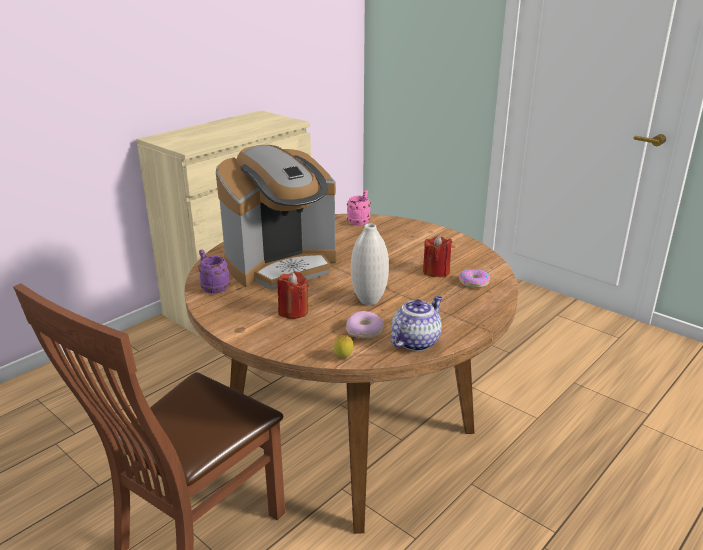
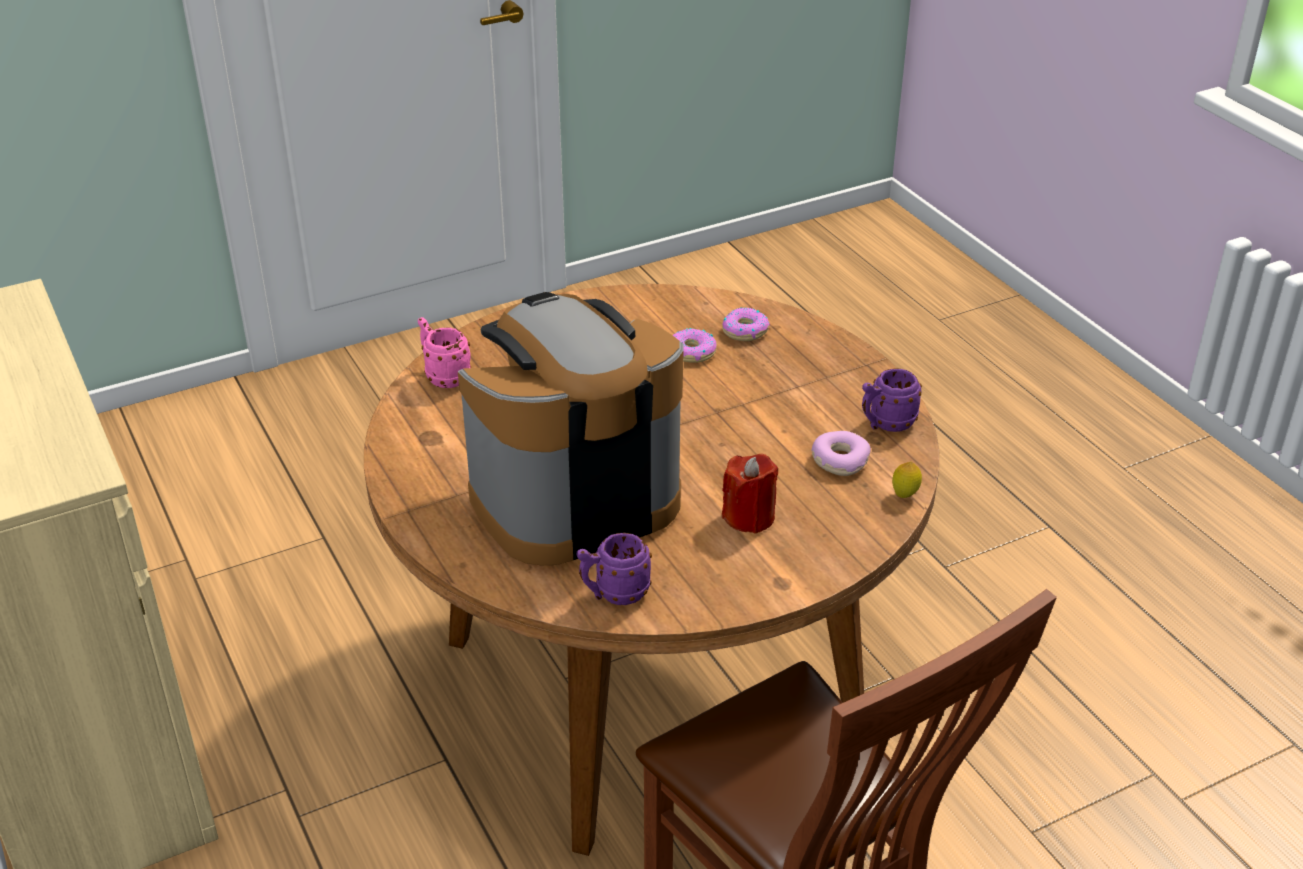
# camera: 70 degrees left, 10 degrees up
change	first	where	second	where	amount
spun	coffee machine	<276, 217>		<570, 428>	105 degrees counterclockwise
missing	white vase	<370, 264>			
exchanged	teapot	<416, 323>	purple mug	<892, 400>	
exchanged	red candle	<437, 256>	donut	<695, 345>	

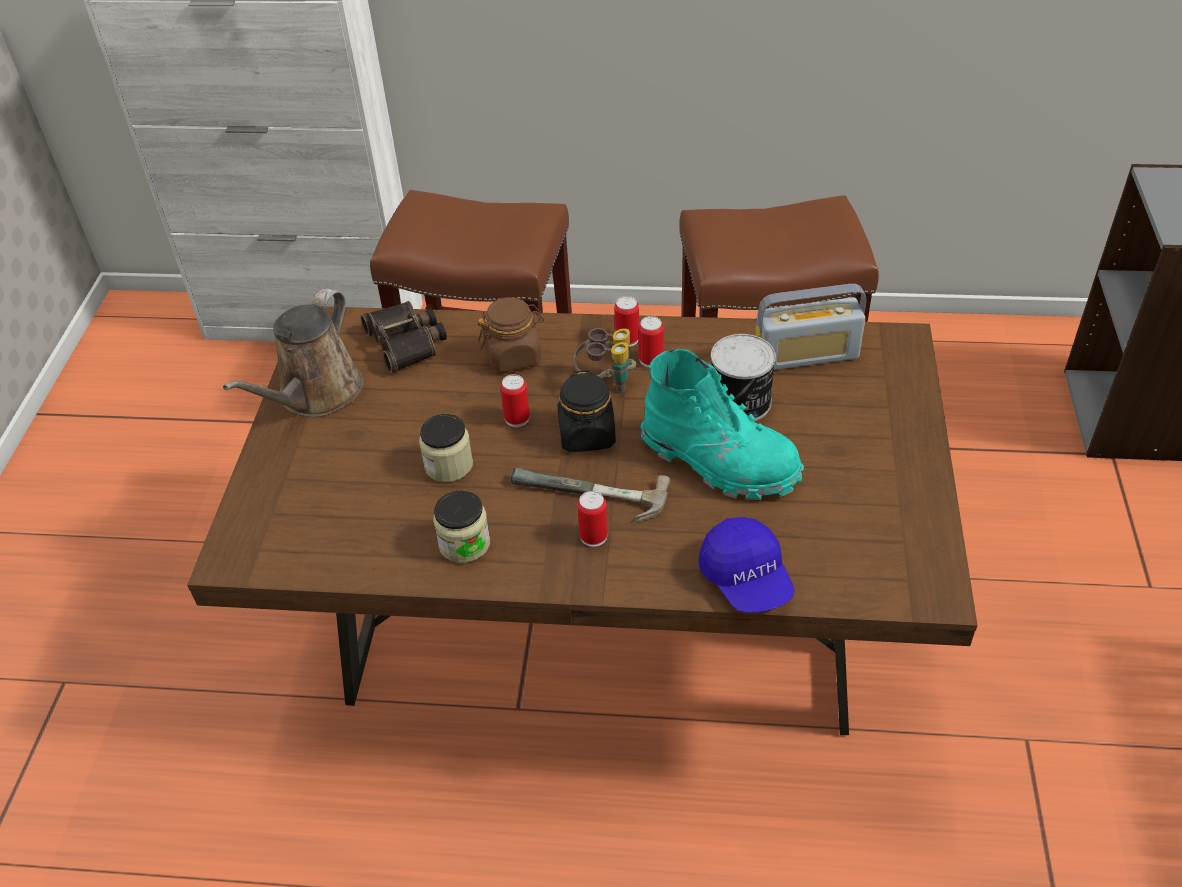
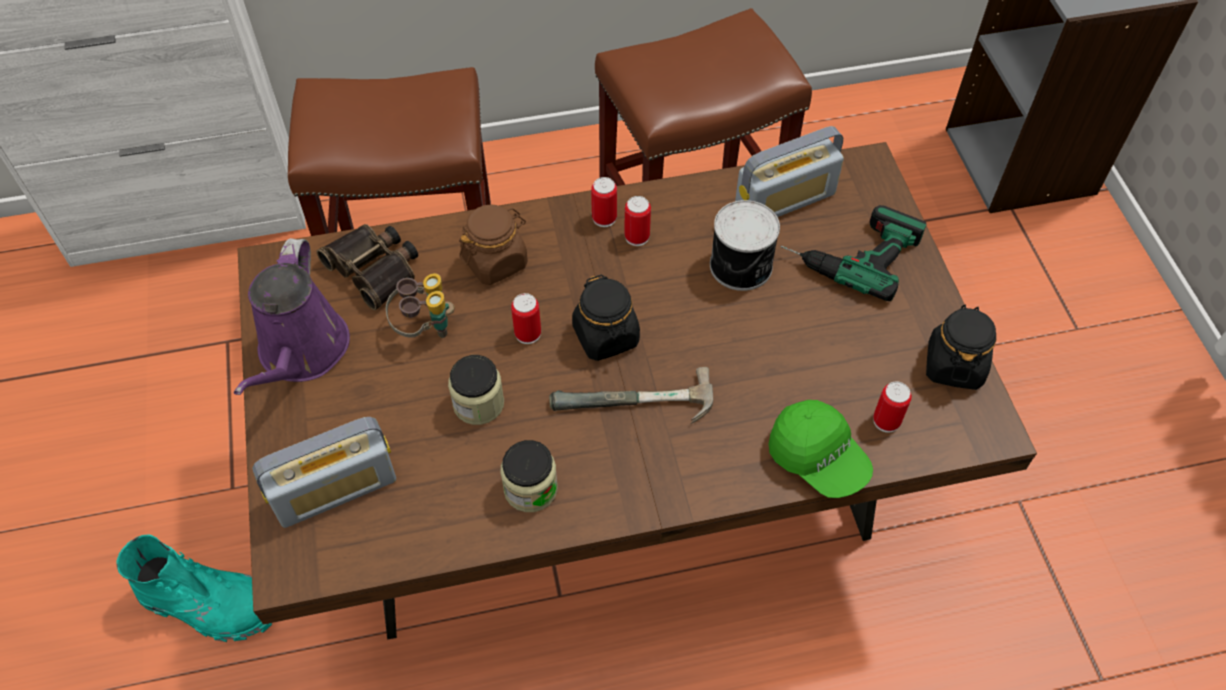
# camera: 20 degrees left, 10 degrees up
change	first	where	second	where	amount
colour	brown watering can	<293, 353>	purple watering can	<292, 316>	
relocated	binoculars	<605, 360>		<420, 305>	
relocated	can	<592, 519>		<892, 407>	
relocated	turquoise boot	<722, 424>		<195, 588>	
colour	blue cap	<746, 565>	green cap	<821, 449>	
appeared			radio	<324, 472>	
appeared			power drill	<853, 253>	
appeared			black jar	<961, 347>	

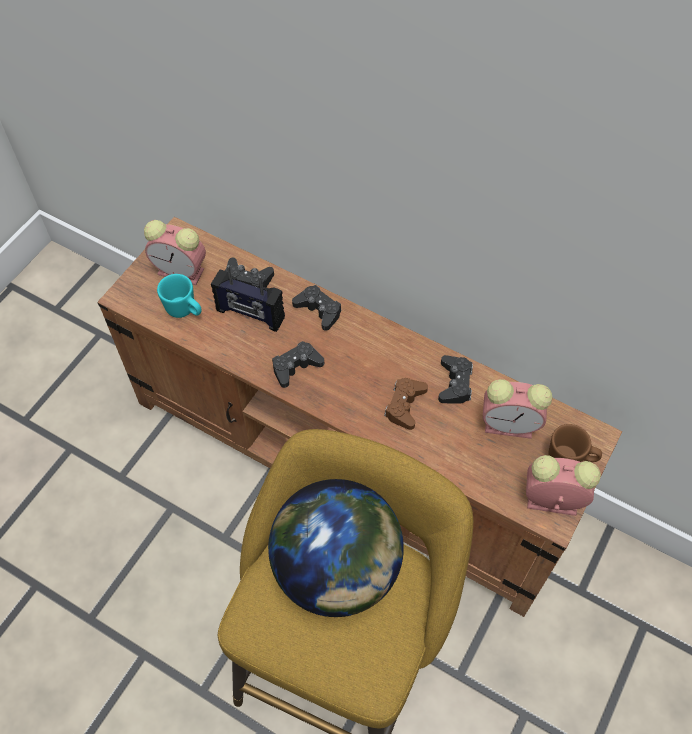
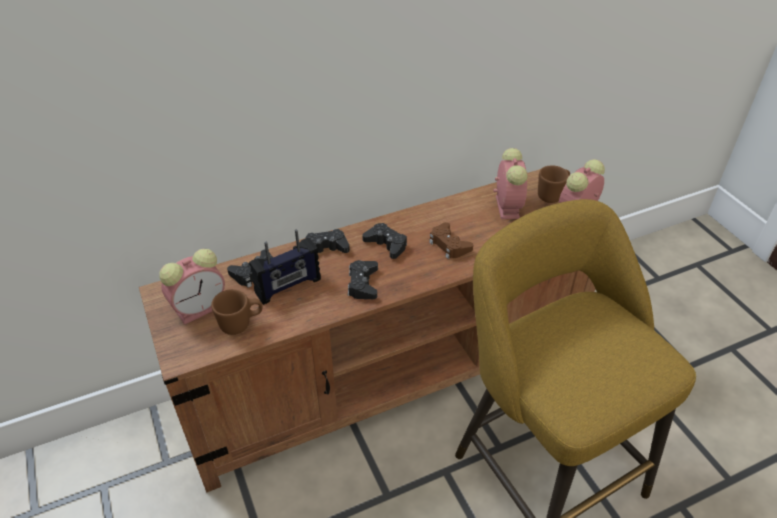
# camera: 55 degrees left, 15 degrees down
change	first	where	second	where	amount
colour	turquoise mug	<179, 296>	brown mug	<237, 312>	
missing	globe	<336, 548>			
relocated	black game controller	<455, 379>		<384, 241>	
spun	alarm clock	<517, 409>		<510, 183>	45 degrees counterclockwise

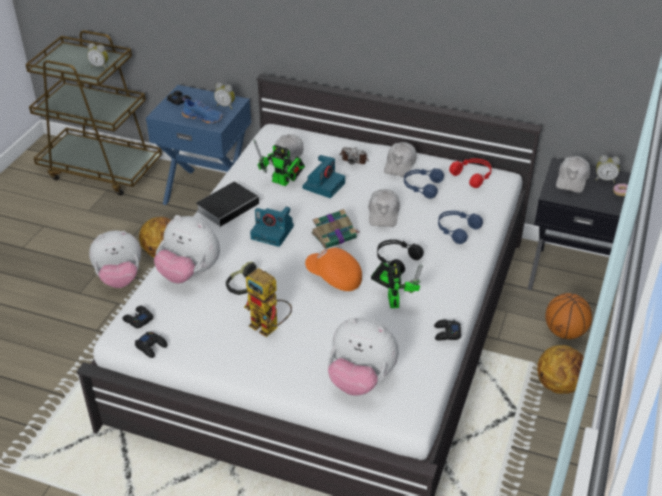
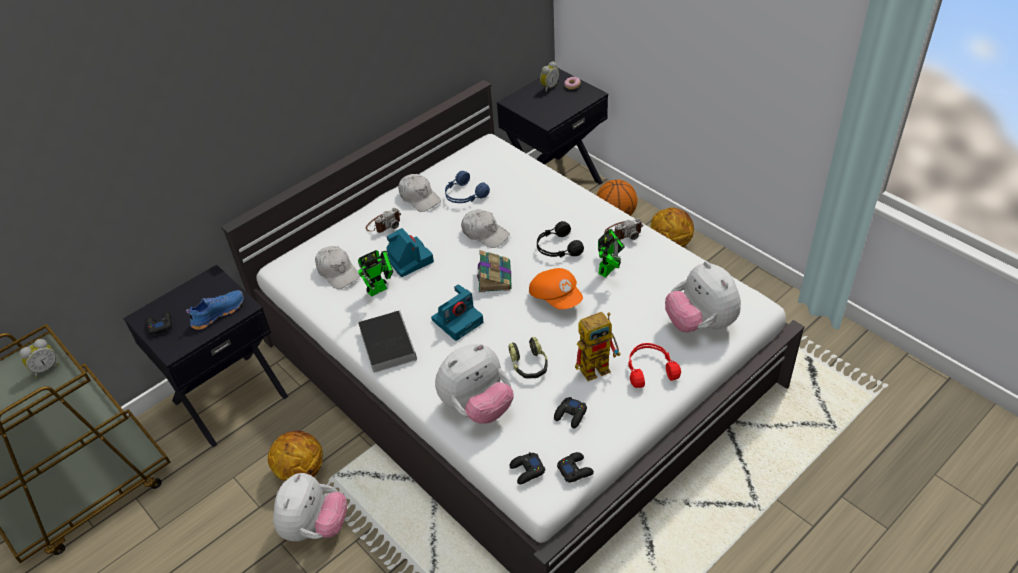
# camera: 60 degrees left, 5 degrees up
change	first	where	second	where	amount
colour	blue nightstand	<198, 145>	black nightstand	<205, 356>	
missing	alarm clock	<224, 96>			
spun	orange cap	<333, 269>		<556, 289>	90 degrees counterclockwise
spun	plush toy	<363, 357>		<703, 296>	105 degrees clockwise
spun	toy robot	<397, 284>		<611, 253>	105 degrees clockwise
relocated	black game controller	<448, 329>		<570, 412>	
missing	blue headphones	<460, 227>			
relocated	red headphones	<470, 173>		<654, 365>	
missing	white cap	<573, 174>			
appeared			photo camera	<623, 229>	

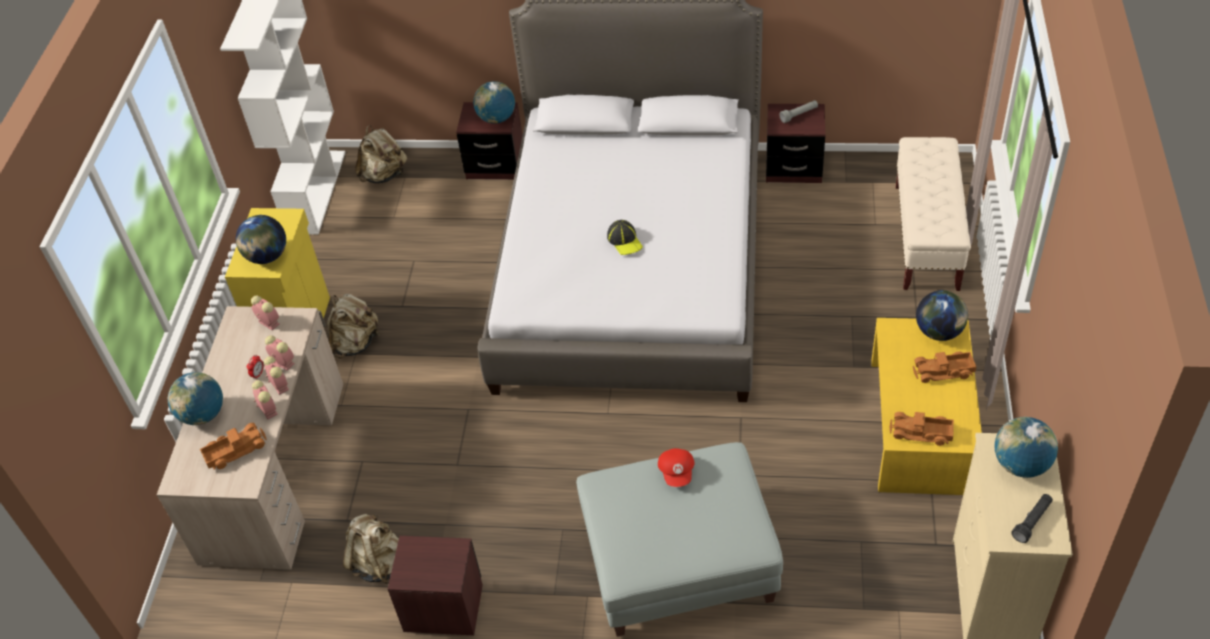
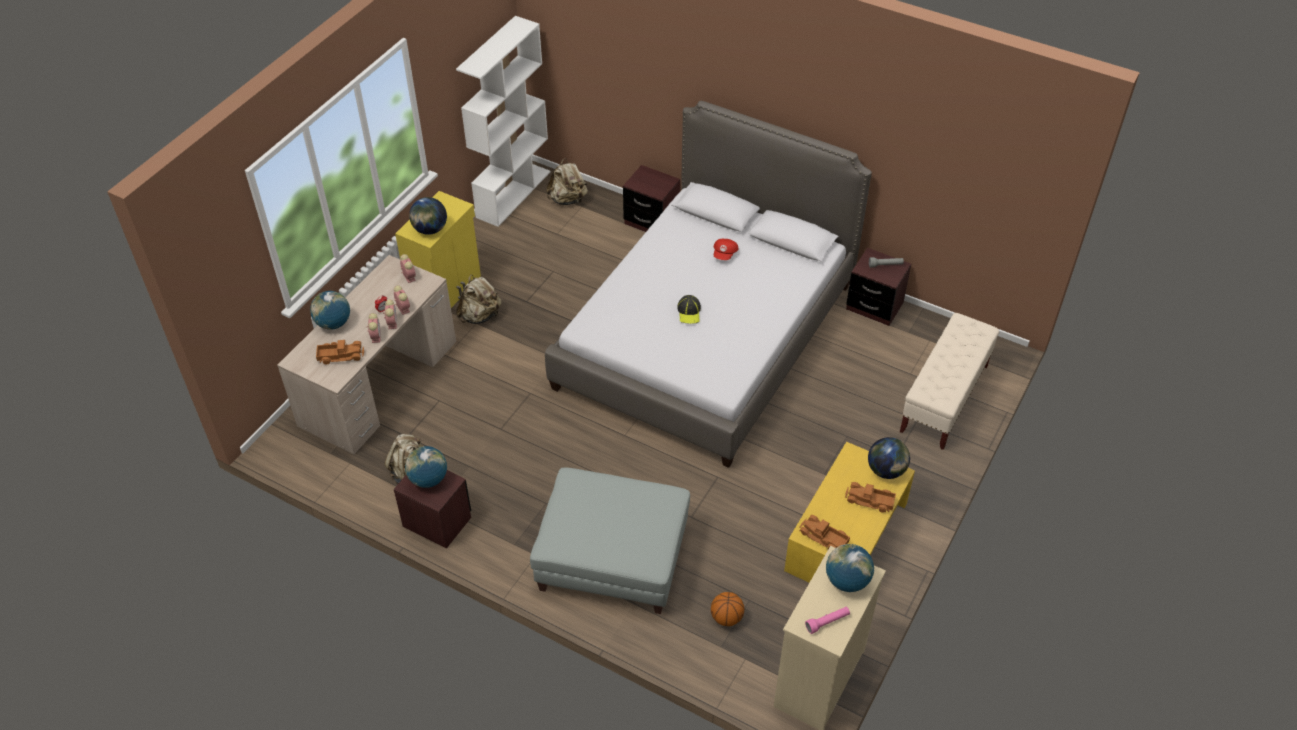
# camera: 20 degrees right, 0 degrees up
change	first	where	second	where	amount
relocated	globe	<494, 102>		<426, 467>	
relocated	red cap	<676, 467>		<726, 249>	
colour	black flashlight	<1032, 518>	pink flashlight	<827, 620>	
appeared			basketball	<727, 609>	

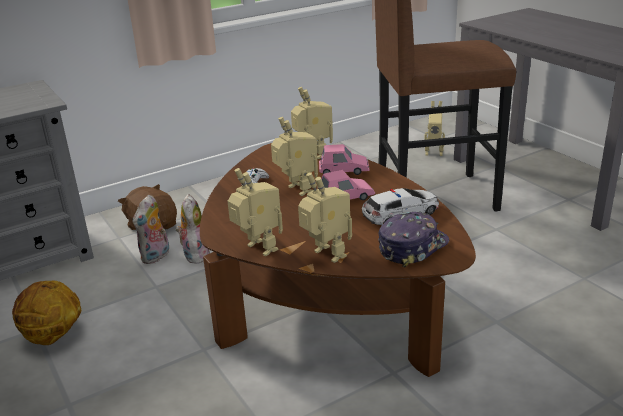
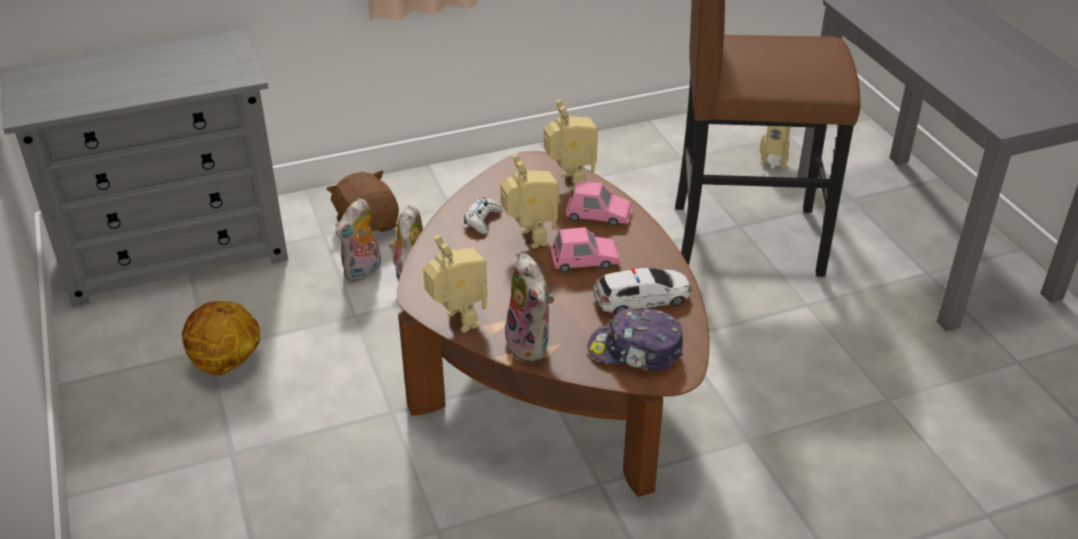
# camera: 10 degrees right, 10 degrees up
change	first	where	second	where	amount
exchanged	toy robot	<325, 217>	plush toy	<529, 307>	
spun	cap	<413, 239>		<635, 339>	135 degrees counterclockwise

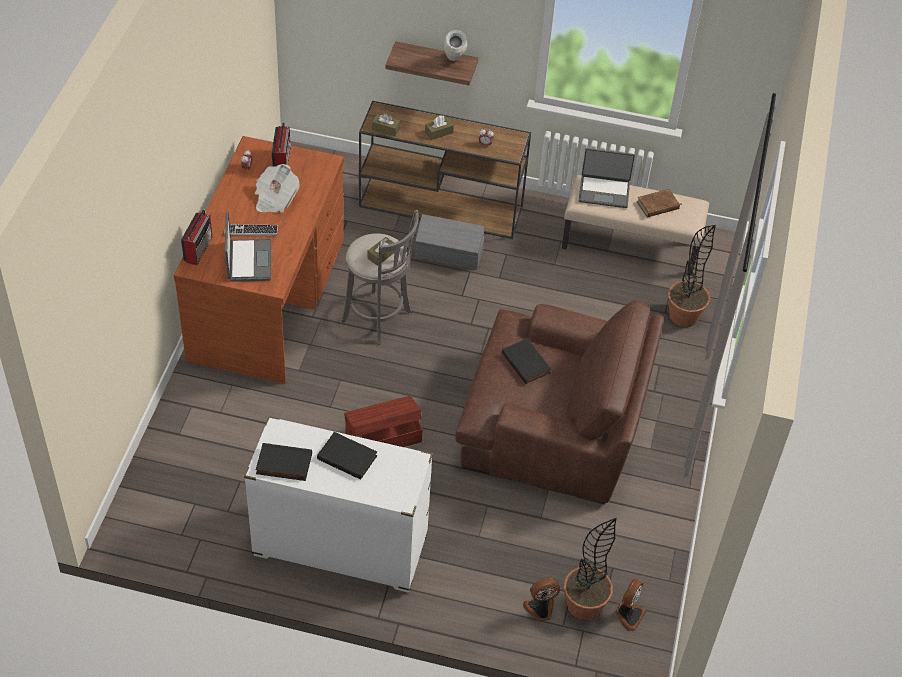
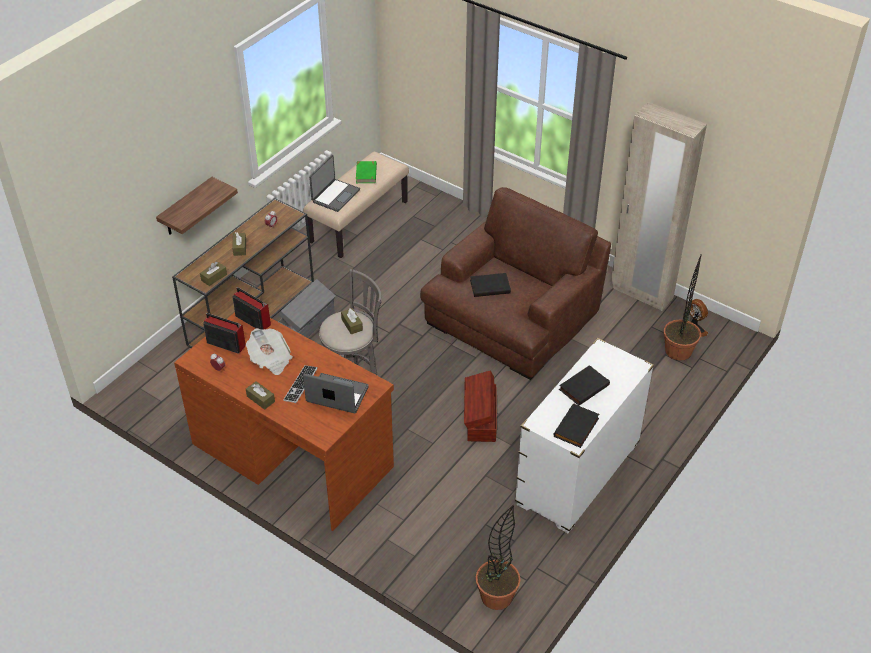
# camera: 65 degrees left, 5 degrees down
change	first	where	second	where	amount
relocated	radio	<196, 237>		<251, 308>	
missing	vase	<455, 45>			
missing	fan	<541, 600>			
colour	brown book	<659, 203>	green book	<366, 172>	
relocated	potted plant	<692, 276>		<498, 557>	
appeared			brown tissue box	<260, 395>	
appeared			beige wardrobe	<659, 206>	

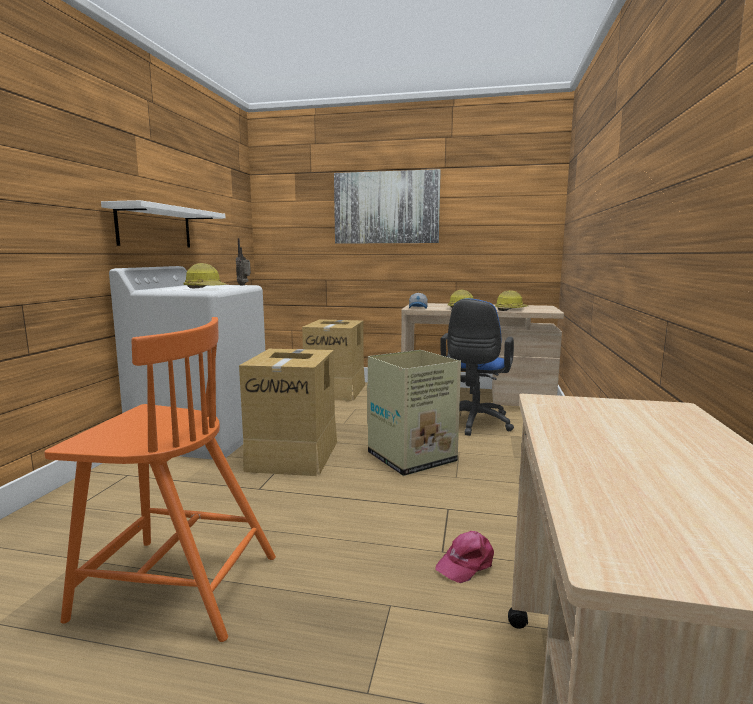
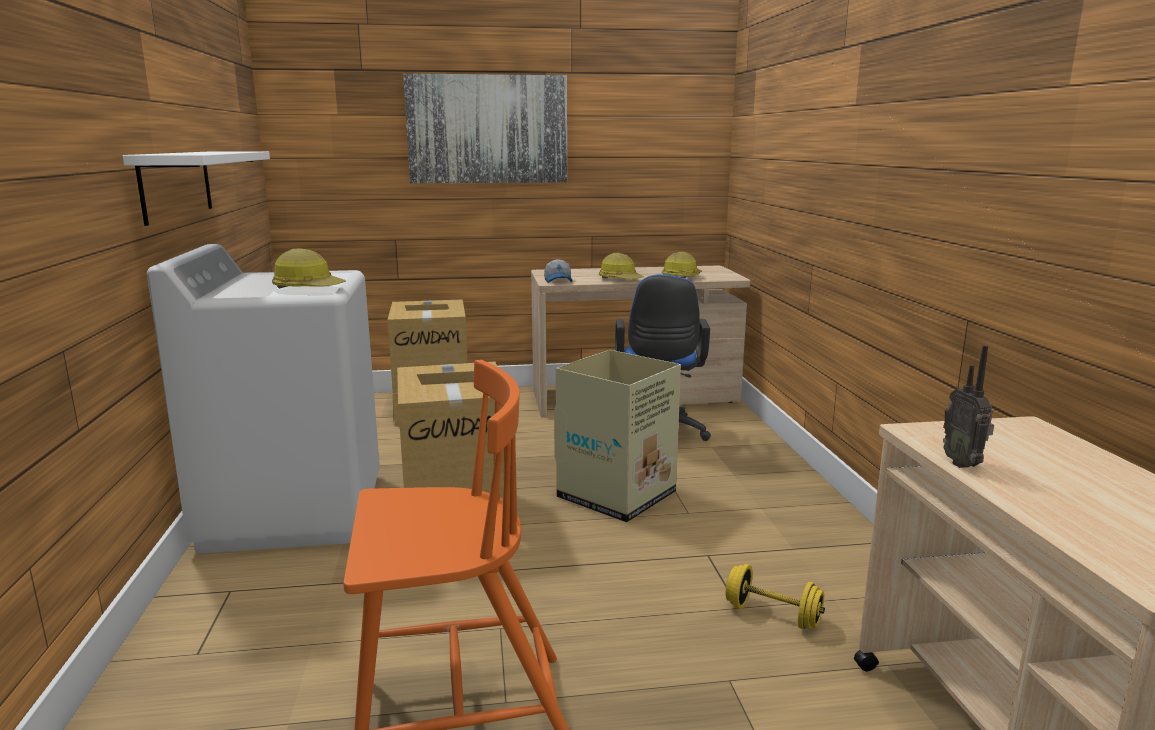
# camera: 20 degrees left, 5 degrees up
change	first	where	second	where	amount
relocated	radio	<243, 261>		<968, 406>	
exchanged	pink cap	<464, 557>	yellow dumbbell	<775, 596>	

